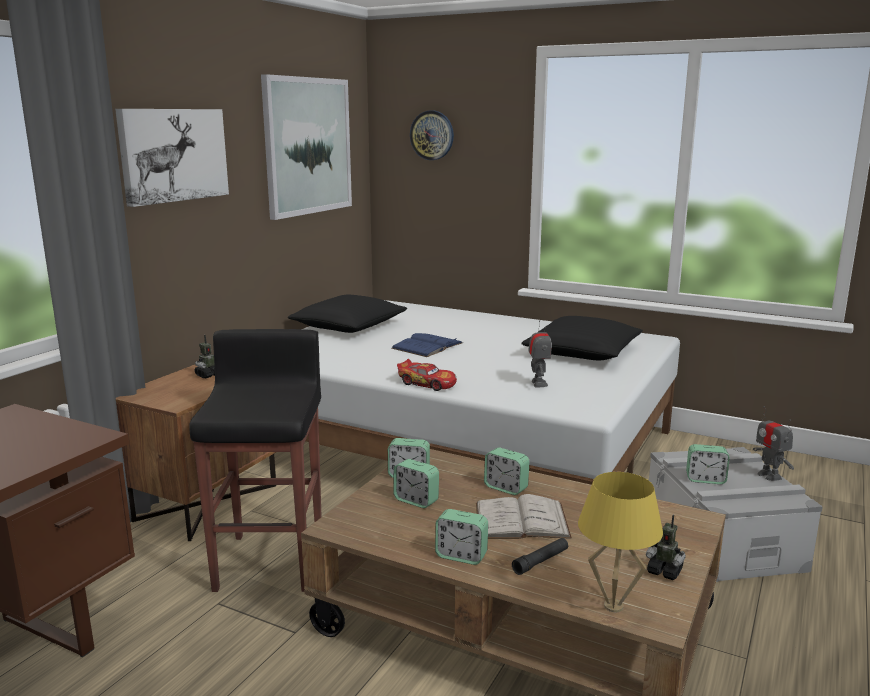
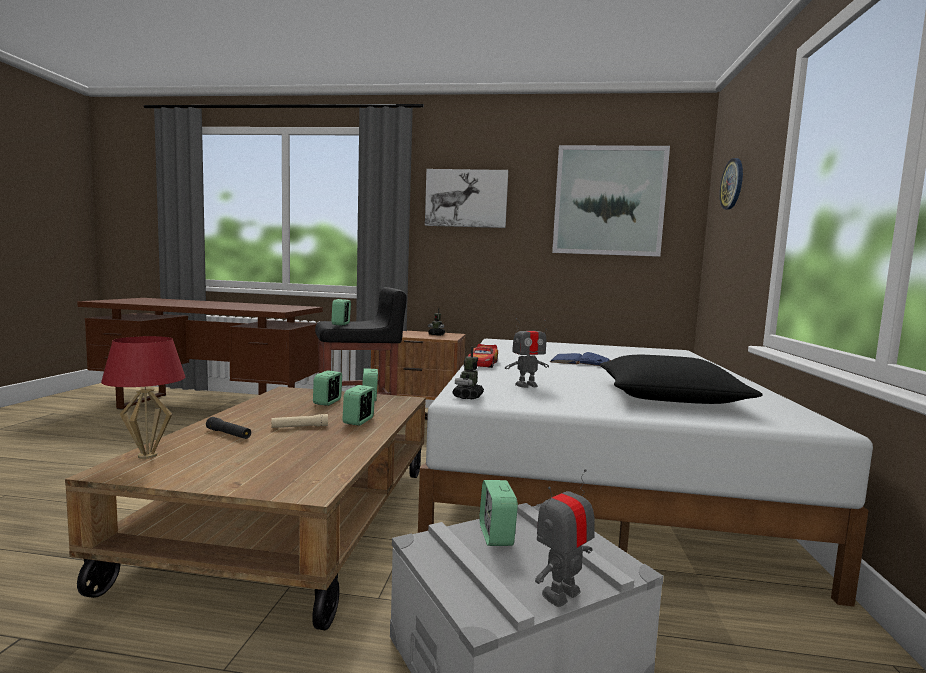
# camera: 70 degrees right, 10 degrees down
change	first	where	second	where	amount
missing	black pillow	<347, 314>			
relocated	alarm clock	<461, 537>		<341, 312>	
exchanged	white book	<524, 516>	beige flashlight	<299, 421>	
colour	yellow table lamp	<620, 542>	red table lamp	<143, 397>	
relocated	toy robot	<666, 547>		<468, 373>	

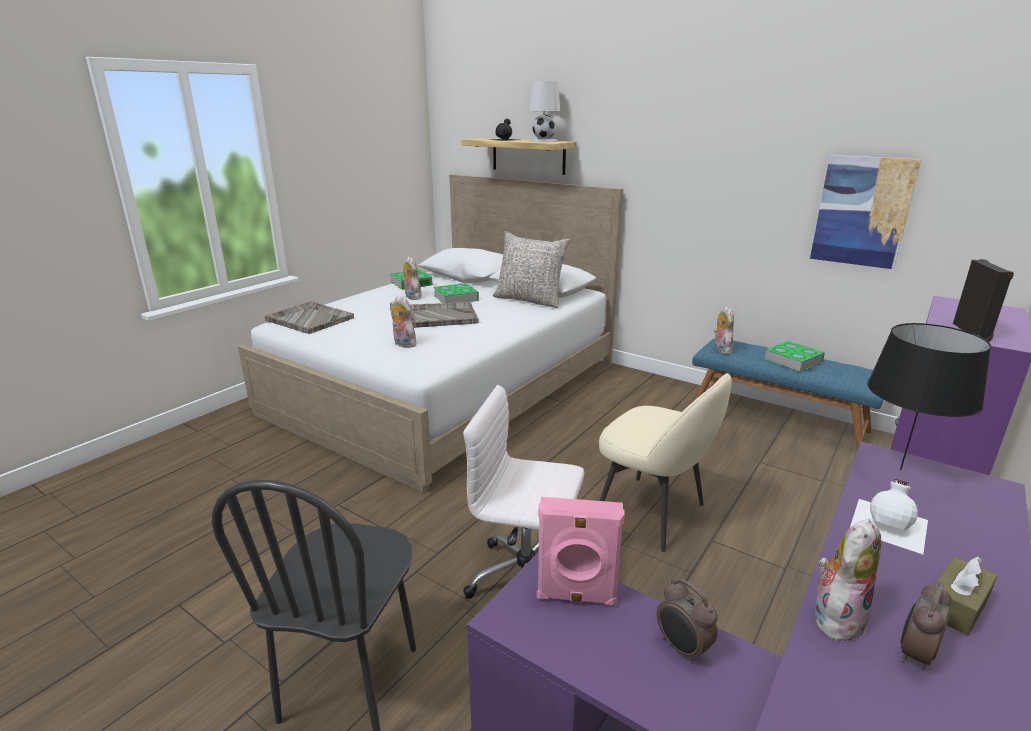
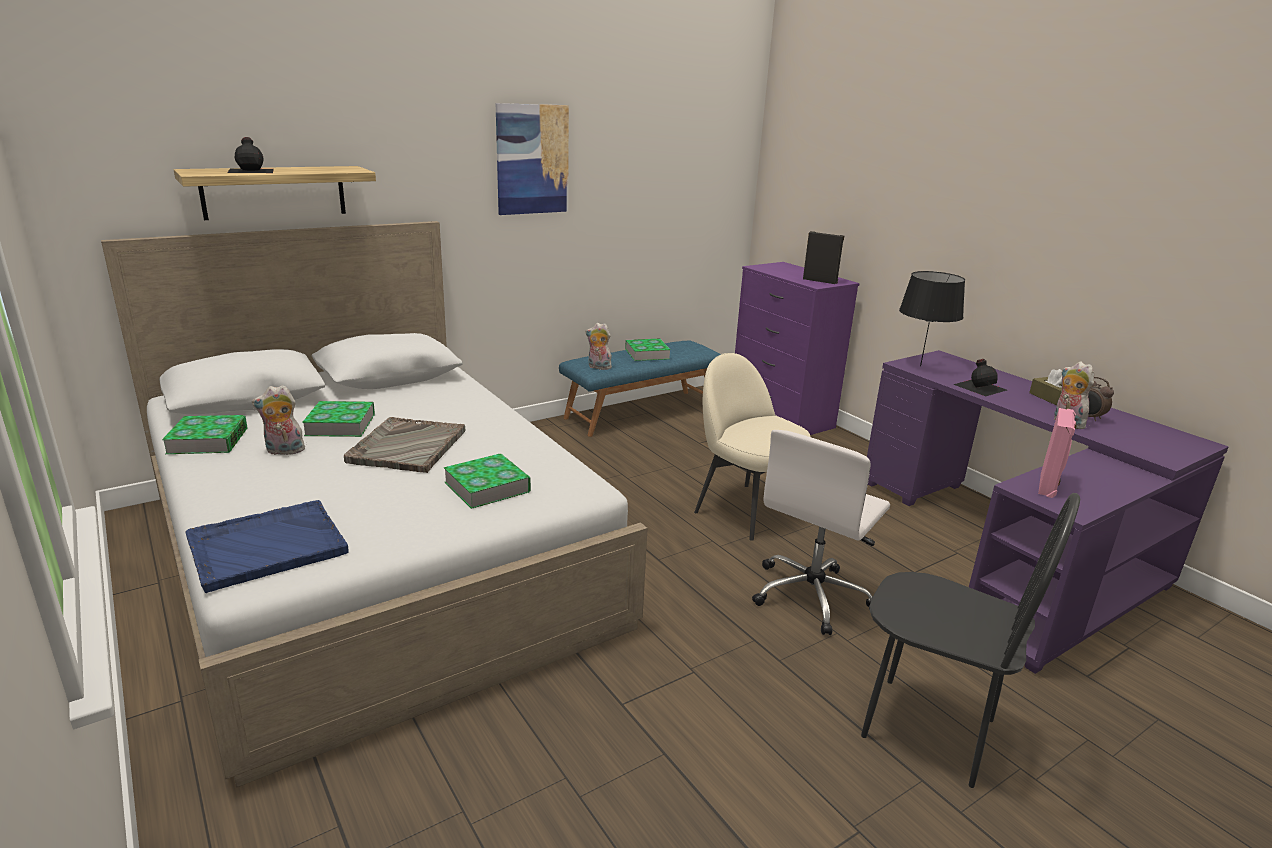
# camera: 70 degrees left, 0 degrees up
change	first	where	second	where	amount
colour	grey tray	<309, 317>	blue tray	<267, 546>	
exchanged	plush toy	<403, 321>	book	<487, 481>	
missing	grey pillow	<531, 269>			
missing	white table lamp	<544, 111>			
spun	beige chair	<665, 462>		<752, 447>	105 degrees counterclockwise
missing	alarm clock	<687, 621>			
relocated	picture	<865, 212>		<532, 159>	
colour	white bottle	<889, 516>	black bottle	<980, 377>	

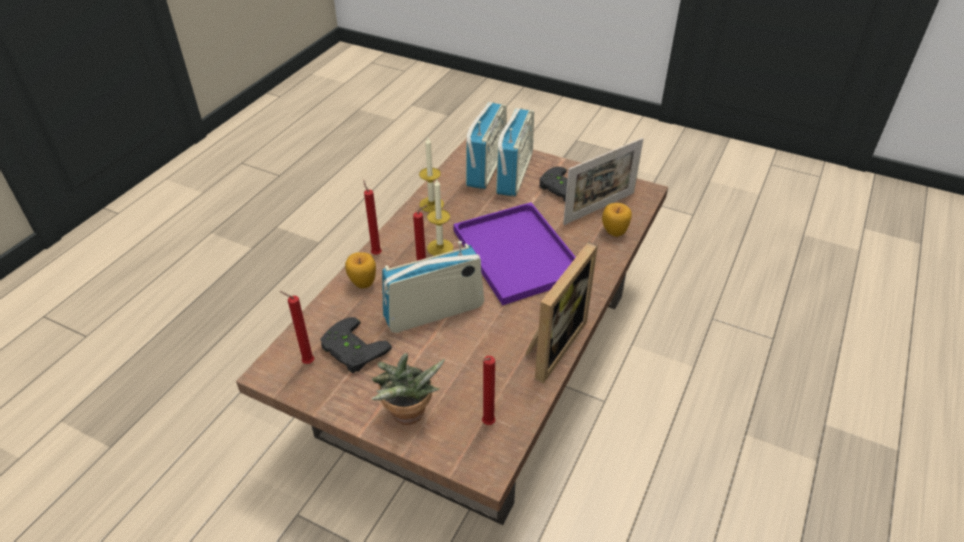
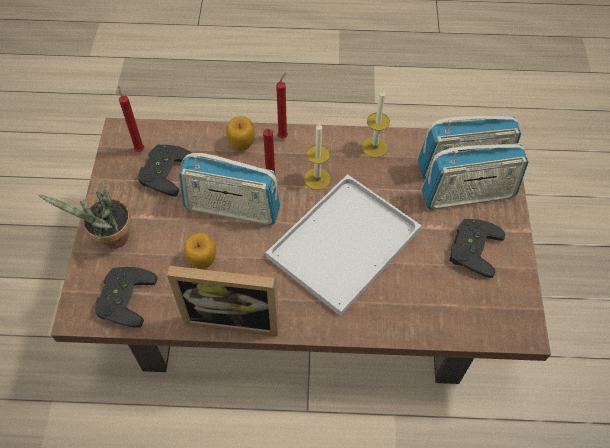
# camera: 65 degrees right, 15 degrees up
change	first	where	second	where	amount
spun	radio	<433, 287>		<229, 189>	150 degrees clockwise
colour	purple tray	<514, 254>	white tray	<343, 245>	
exchanged	red candle	<488, 390>	black game controller	<126, 297>	
missing	picture frame	<603, 181>			
relocated	apple	<617, 220>		<200, 251>	

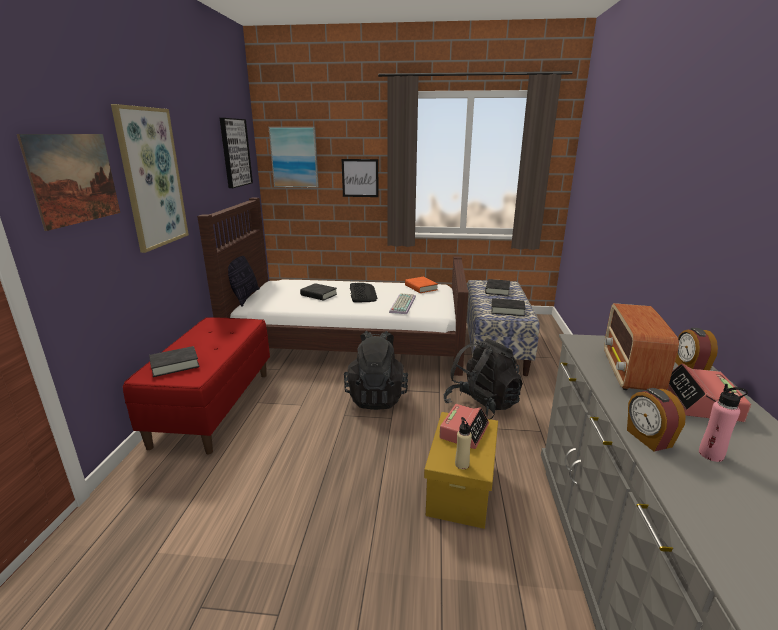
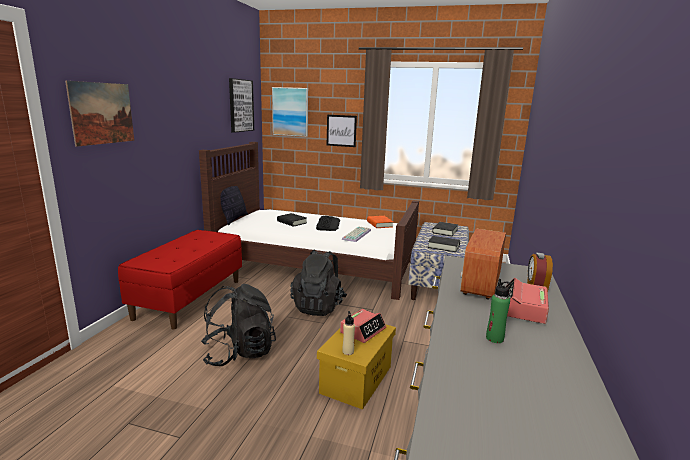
# camera: 10 degrees right, 5 degrees down
change	first	where	second	where	amount
missing	picture	<150, 178>			
missing	black book	<174, 361>			
relocated	black backpack	<483, 378>		<238, 325>	
missing	alarm clock	<656, 420>			
colour	pink bottle	<723, 423>	green bottle	<499, 311>	

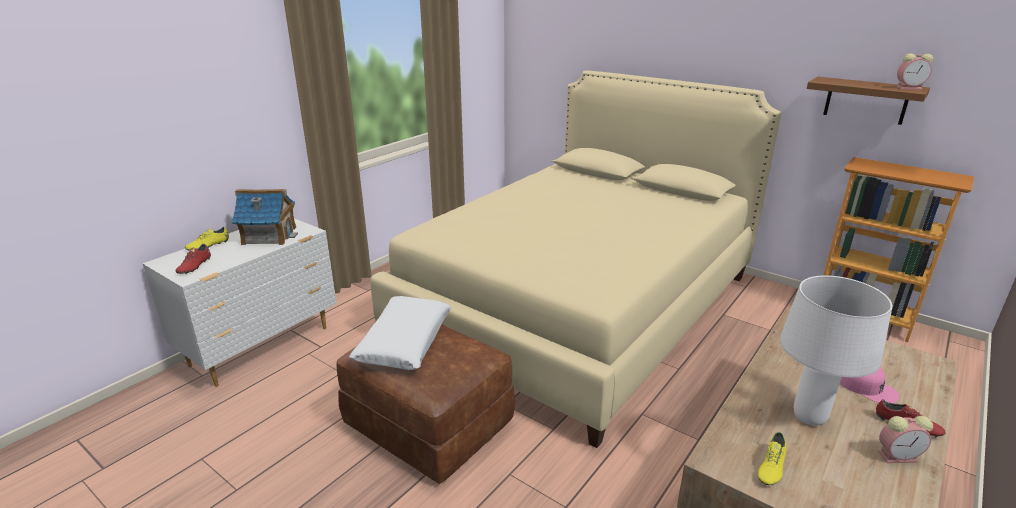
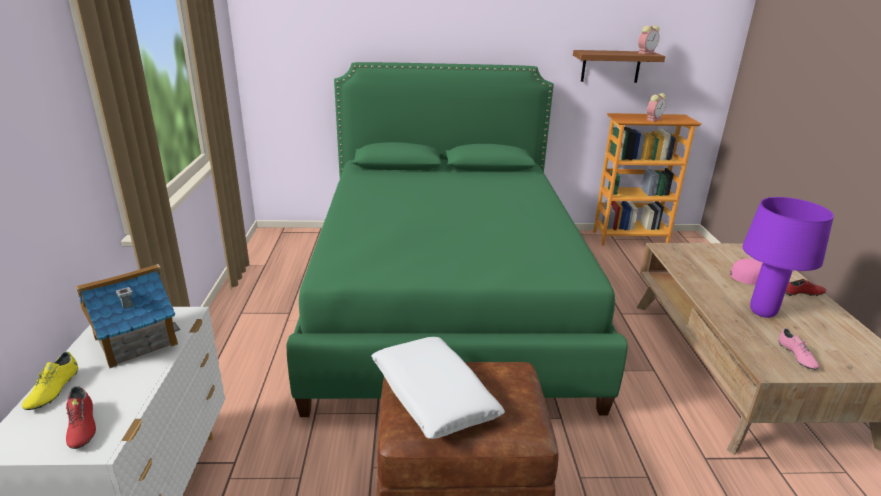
# camera: 40 degrees left, 0 degrees up
change	first	where	second	where	amount
colour	beige bed	<576, 259>	green bed	<457, 239>	
colour	yellow shoe	<772, 458>	pink shoe	<799, 349>	
colour	white table lamp	<836, 350>	purple table lamp	<788, 257>	
relocated	alarm clock	<905, 439>		<656, 107>	

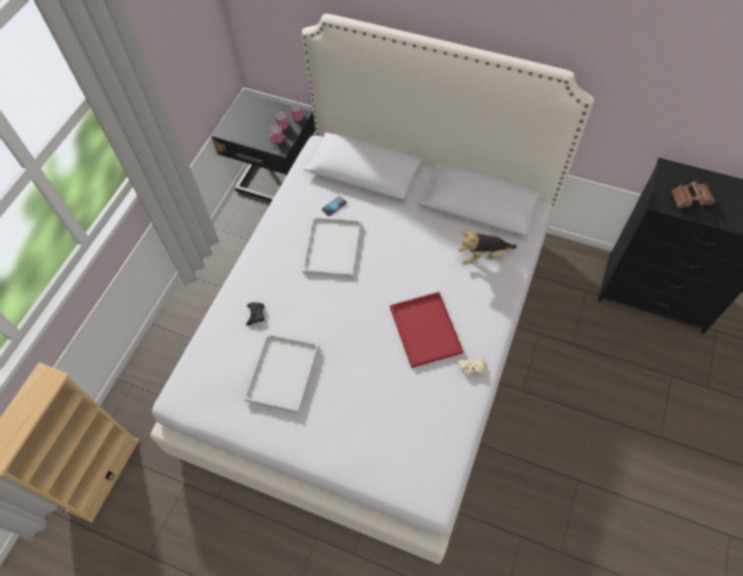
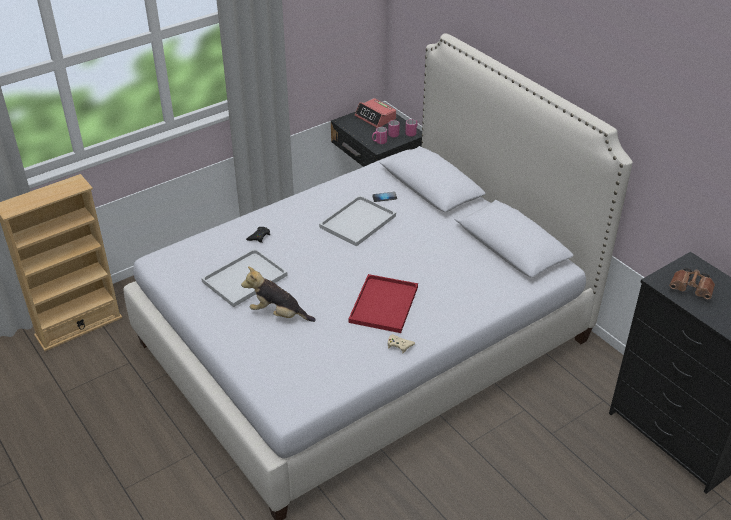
# camera: 30 degrees right, 20 degrees down
change	first	where	second	where	amount
relocated	plush toy	<488, 248>		<278, 294>	
appeared			alarm clock	<375, 113>	

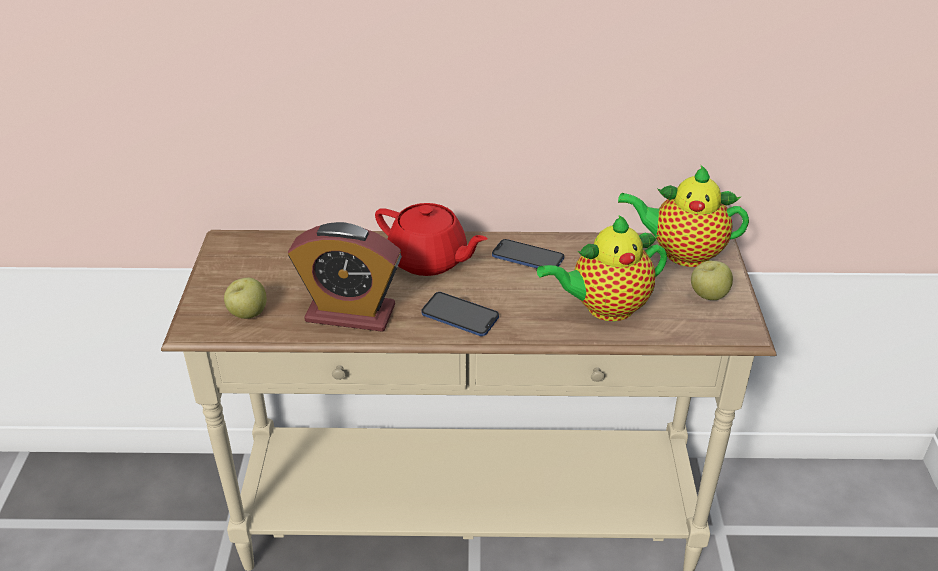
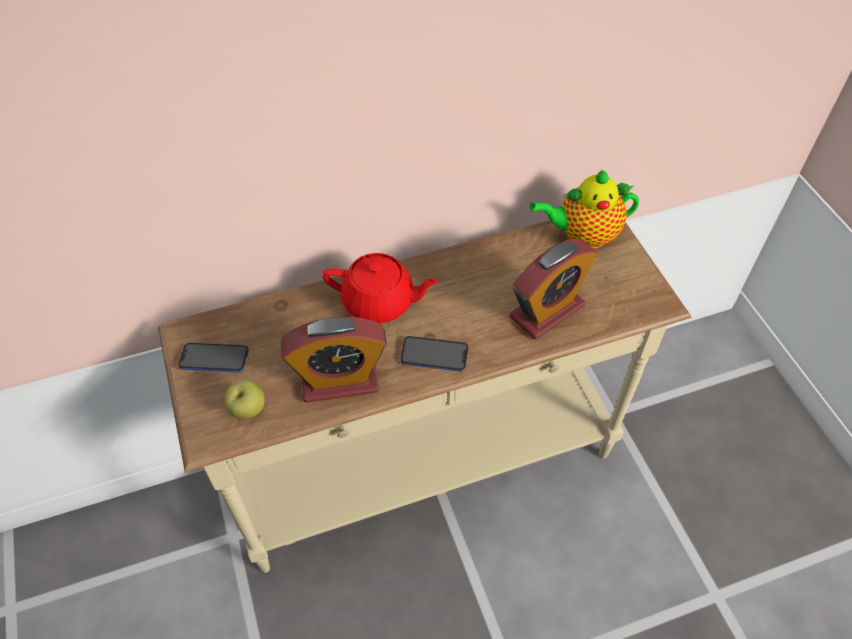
# camera: 20 degrees left, 15 degrees up
change	first	where	second	where	amount
relocated	phone	<528, 253>		<213, 357>	
exchanged	teapot	<602, 268>	alarm clock	<553, 289>	
missing	apple	<712, 280>			

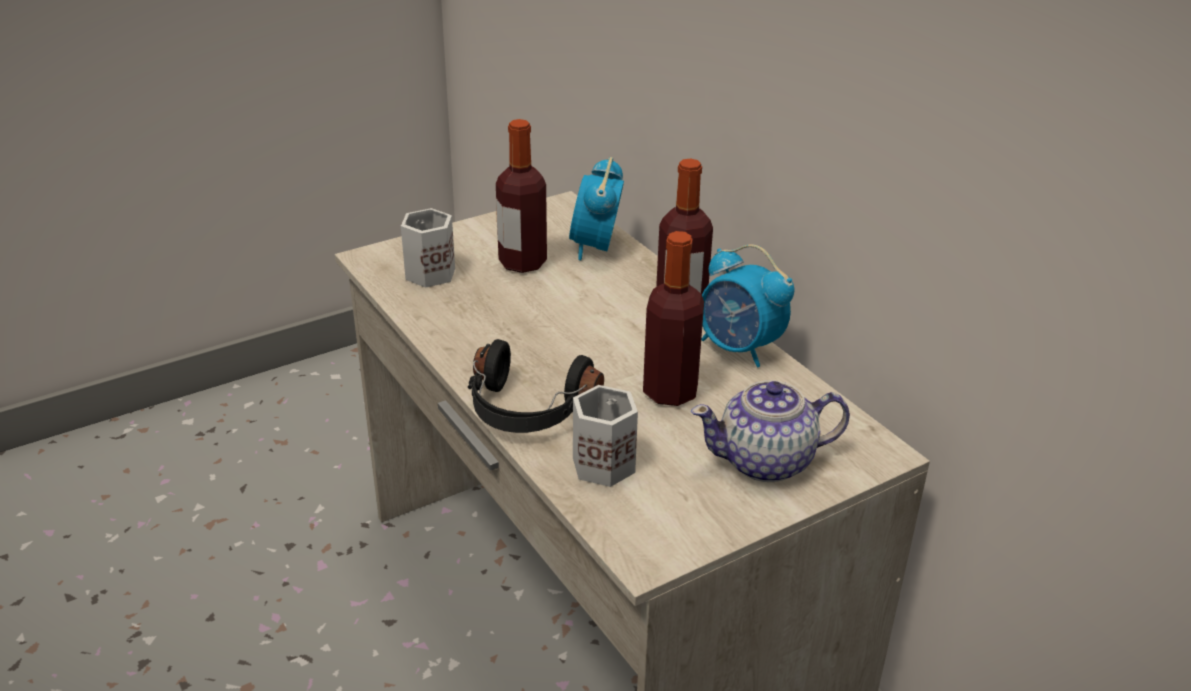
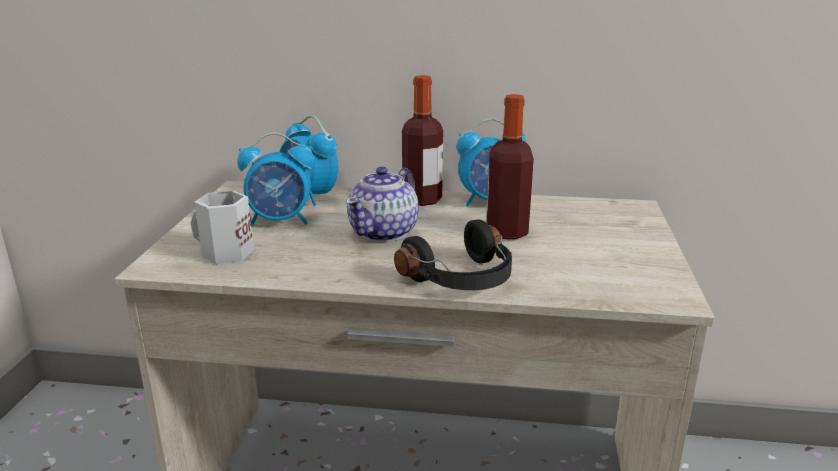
# camera: 50 degrees left, 10 degrees down
change	first	where	second	where	amount
exchanged	bottle	<521, 196>	alarm clock	<275, 180>	
missing	white mug	<605, 436>			
relocated	teapot	<770, 431>		<382, 204>	

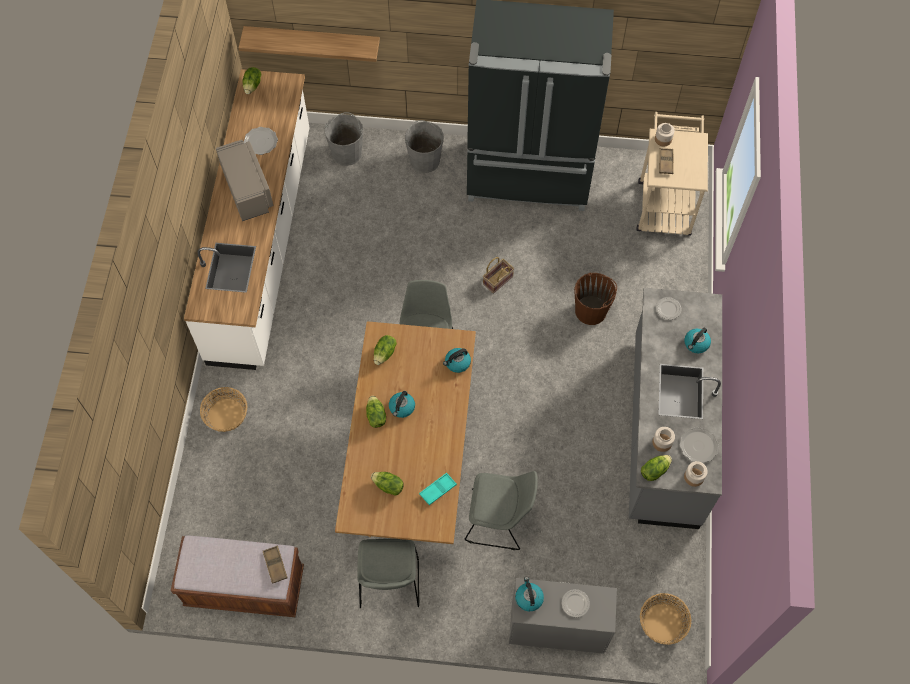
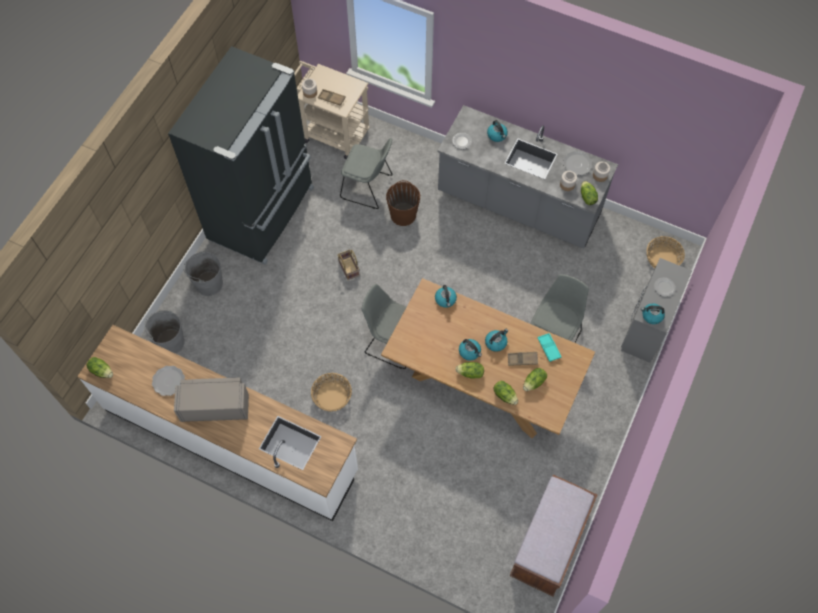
# camera: 70 degrees left, 0 degrees up
change	first	where	second	where	amount
relocated	basket	<223, 409>		<331, 392>	
missing	shelf	<309, 44>			
relocated	brown tray	<275, 565>		<523, 359>	
relocated	grey chair	<388, 573>		<366, 173>	
relocated	lettuce	<385, 350>		<505, 393>	
appeared			kettle	<496, 340>	

